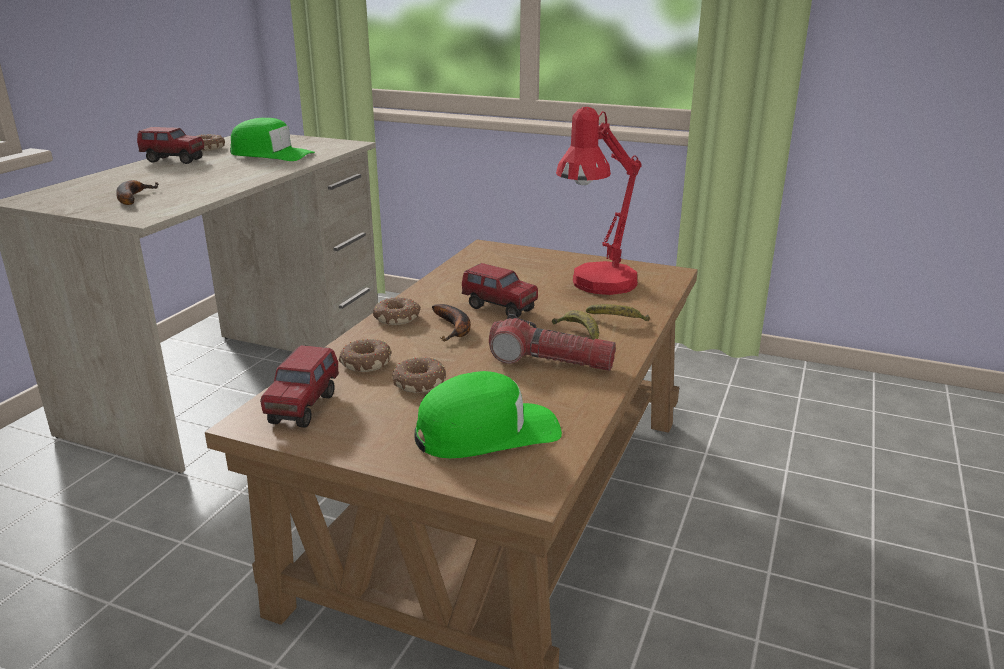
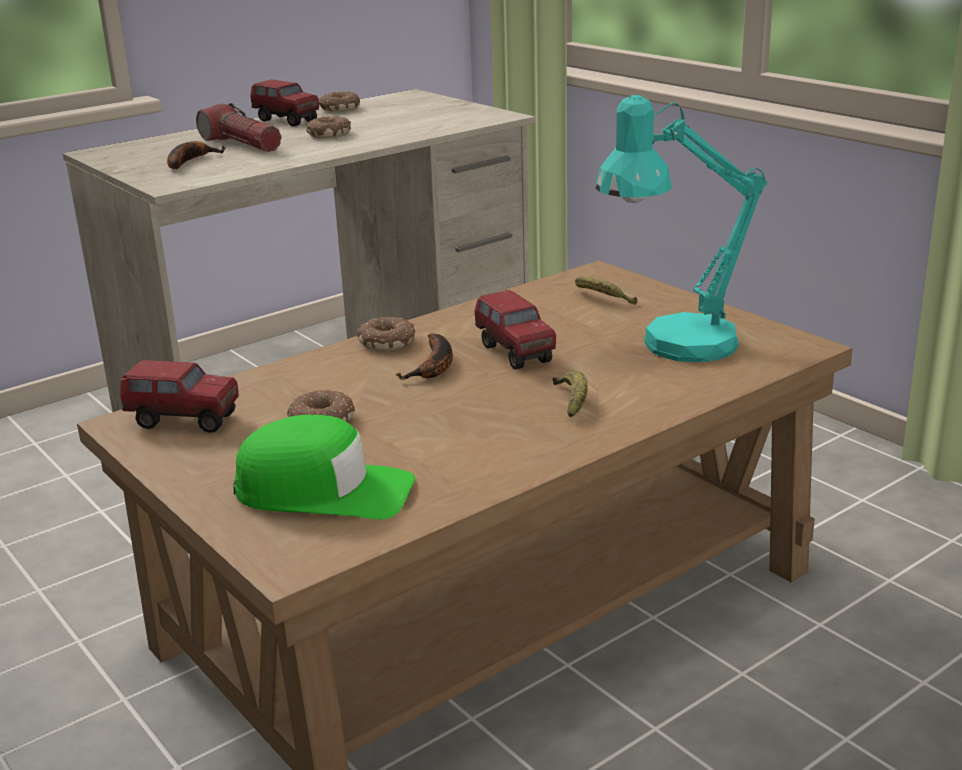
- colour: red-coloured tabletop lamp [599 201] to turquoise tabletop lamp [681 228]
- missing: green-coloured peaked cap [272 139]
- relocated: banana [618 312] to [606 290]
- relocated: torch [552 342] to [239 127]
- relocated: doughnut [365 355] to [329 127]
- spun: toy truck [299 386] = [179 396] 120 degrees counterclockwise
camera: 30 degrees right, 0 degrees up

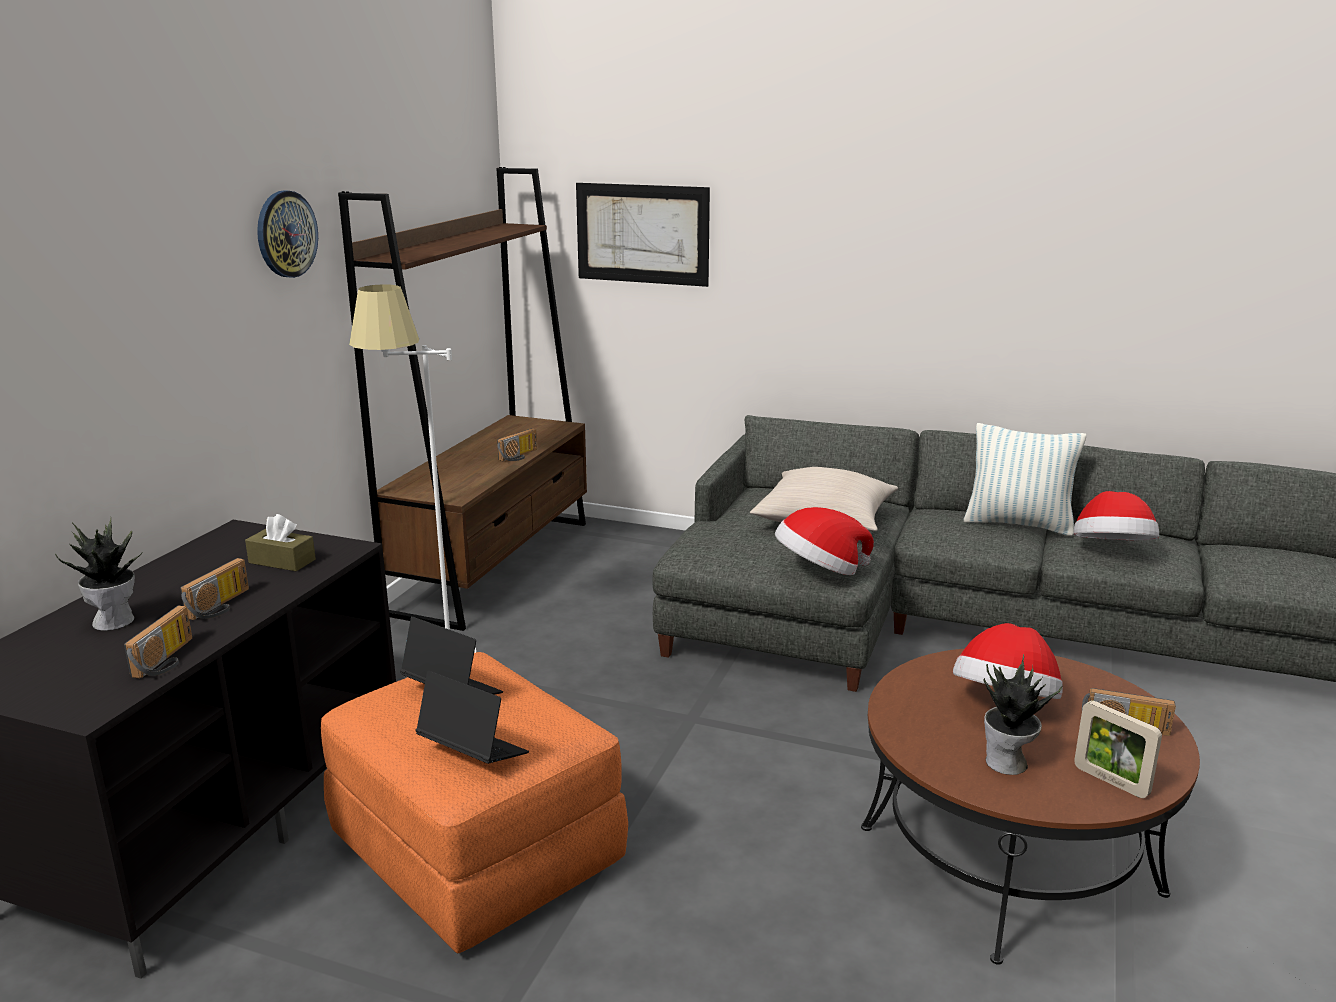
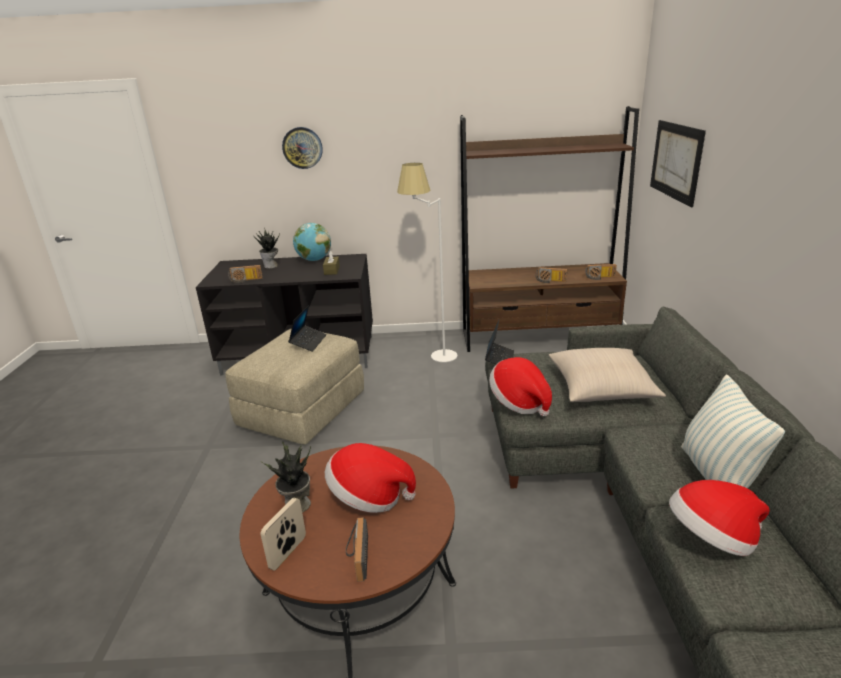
- relocated: clock on the wall [287 234] to [302 148]
- relocated: radio set [214 589] to [601 272]
- colour: orangey ottoman [474 803] to beige ottoman [294 386]
- relocated: laptop [472 717] to [499 342]
- appeared: globe [312 242]
camera: 70 degrees right, 5 degrees up

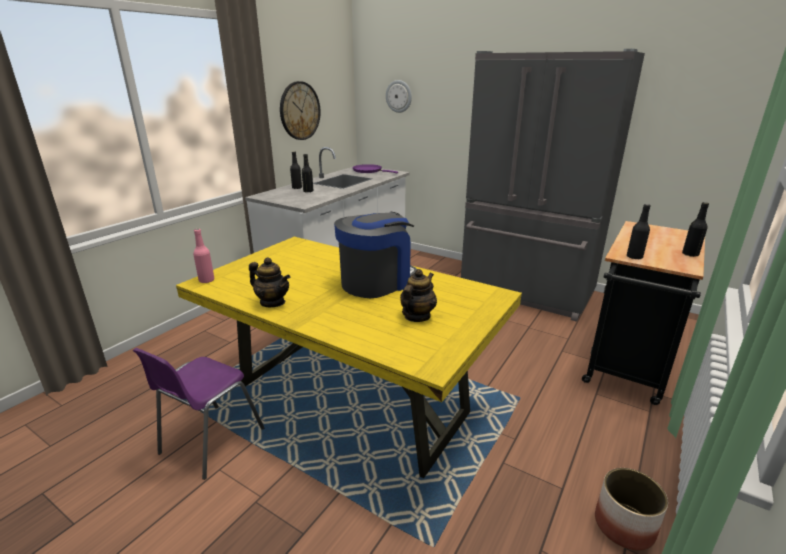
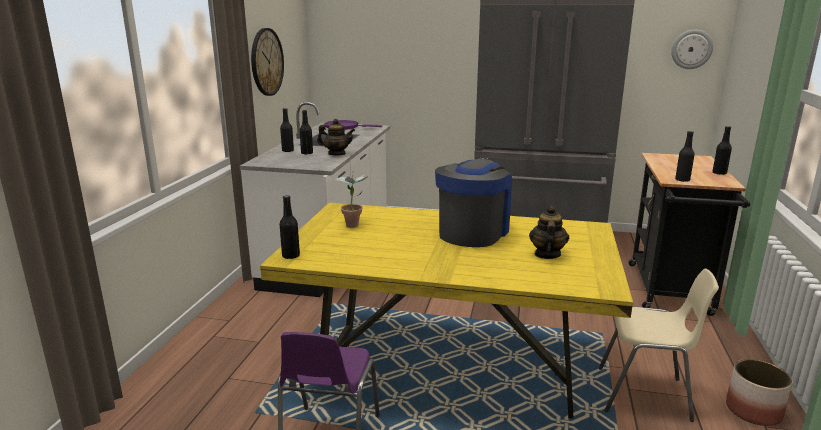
- relocated: clock on the wall [399 96] to [692 49]
- colour: pink-coloured bottle [203 256] to blackish bottle [290 227]
- relocated: tea pot [269 282] to [336 137]
- appeared: potted plant [351 200]
- appeared: beige plain chair [659 345]
camera: 20 degrees left, 5 degrees down

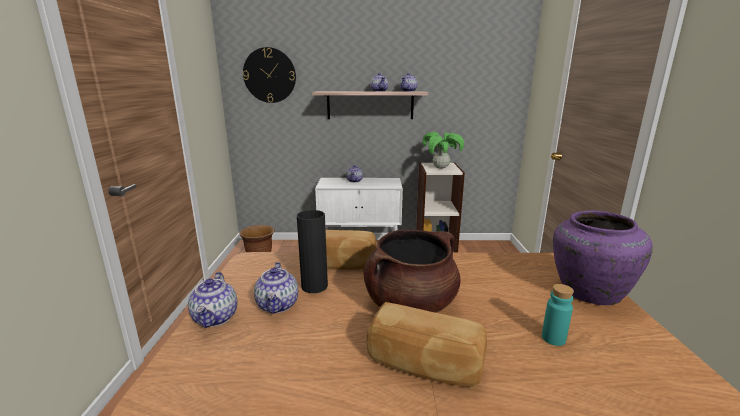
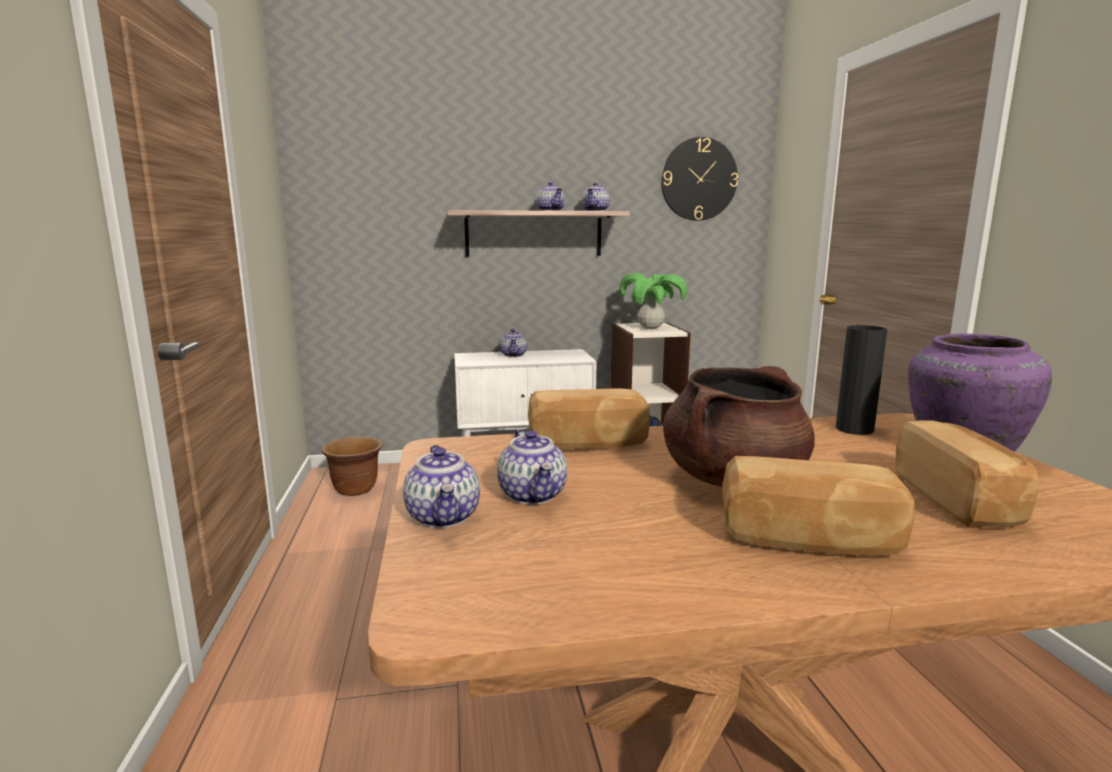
- relocated: clock on the wall [269 75] to [699 179]
- relocated: blackish decorative vase [312 251] to [861 380]
- exchanged: turquoise bottle [558 315] to bakery bread [966 474]
camera: 10 degrees left, 5 degrees down

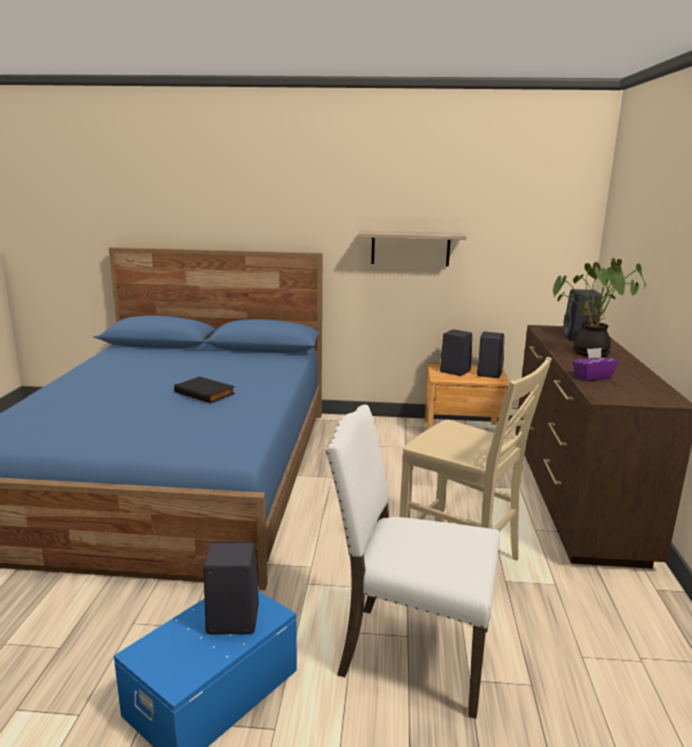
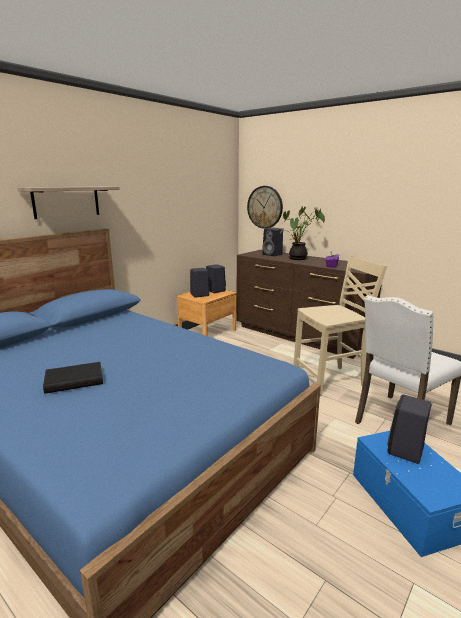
- relocated: shelf [412 248] to [69 202]
- relocated: blackish book [204 389] to [73 378]
- appeared: clock on the wall [265 207]
camera: 55 degrees left, 0 degrees up

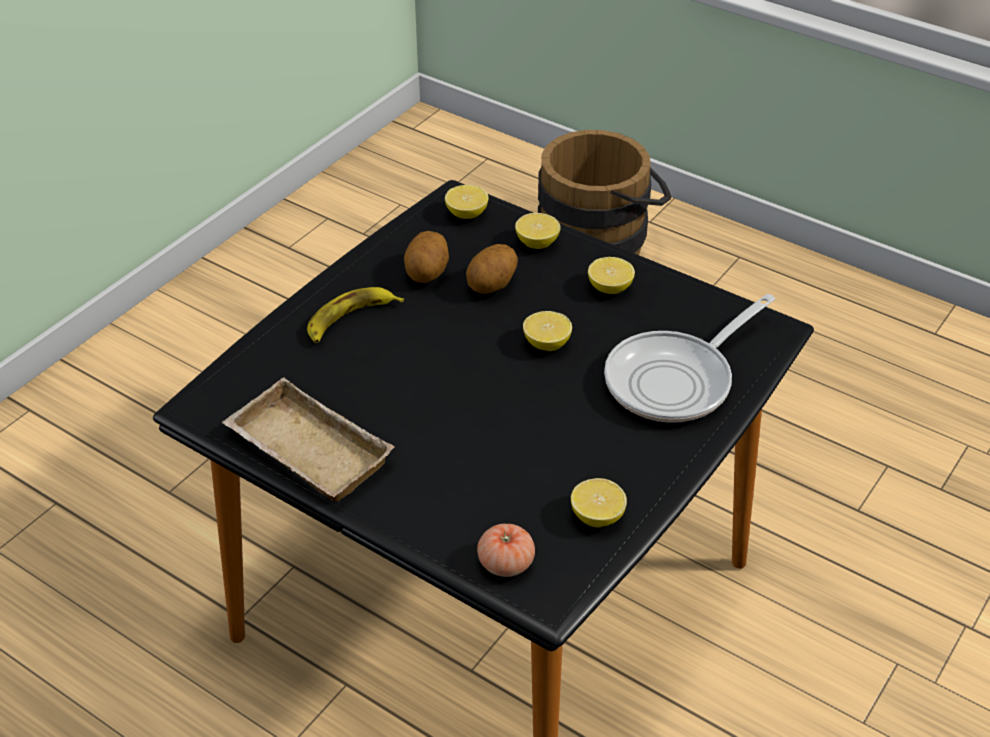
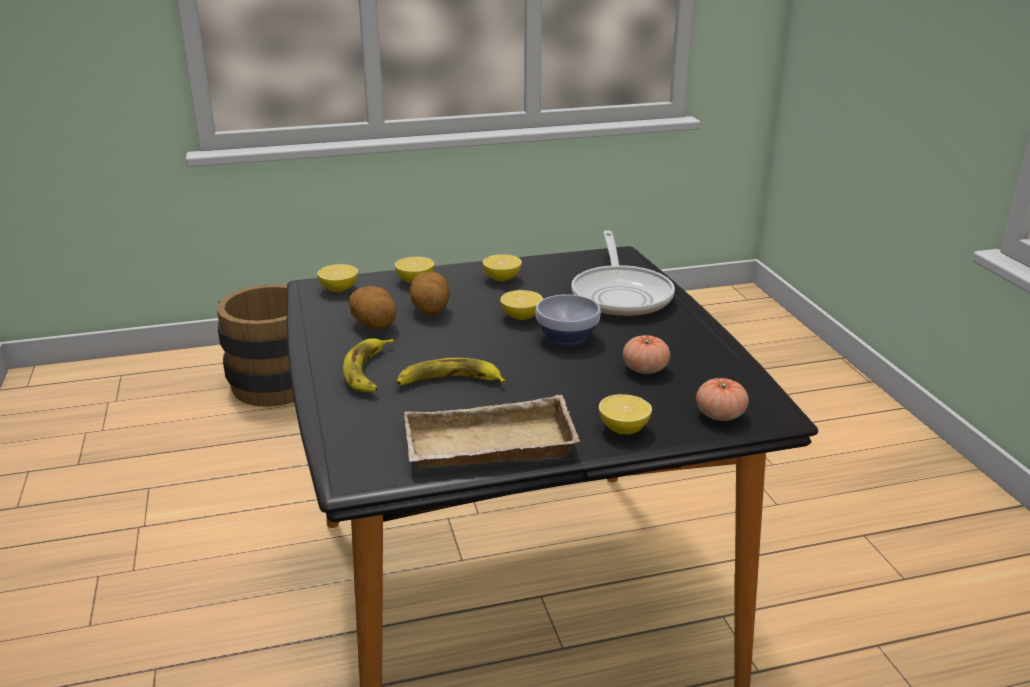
- relocated: lemon [599 503] to [625 414]
- appeared: deep dish [568 320]
- appeared: tomato [646 354]
- appeared: banana [451 371]
camera: 50 degrees left, 15 degrees down

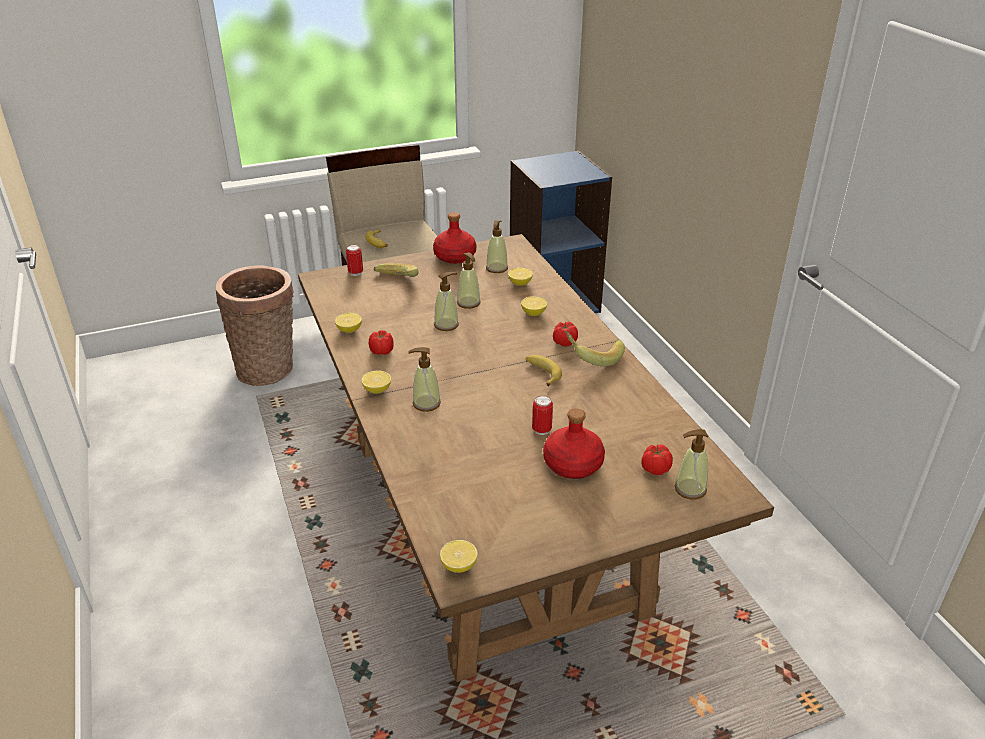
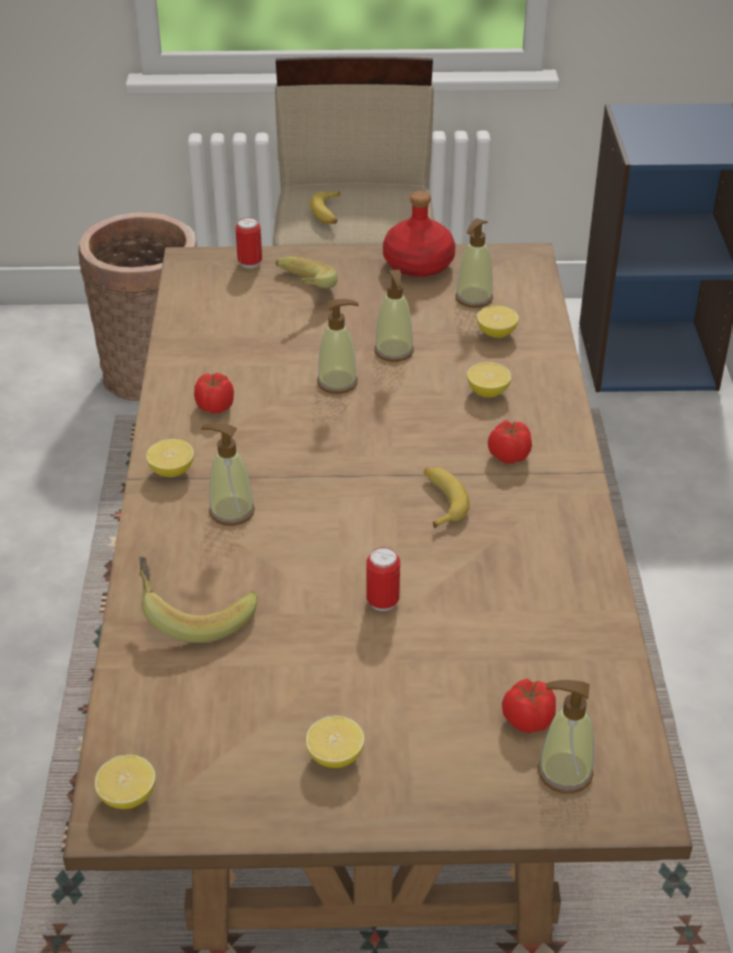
- relocated: lemon [348 323] to [335 742]
- relocated: banana [594 348] to [198 600]
- missing: red-coloured bottle [574 443]
camera: 20 degrees right, 5 degrees up

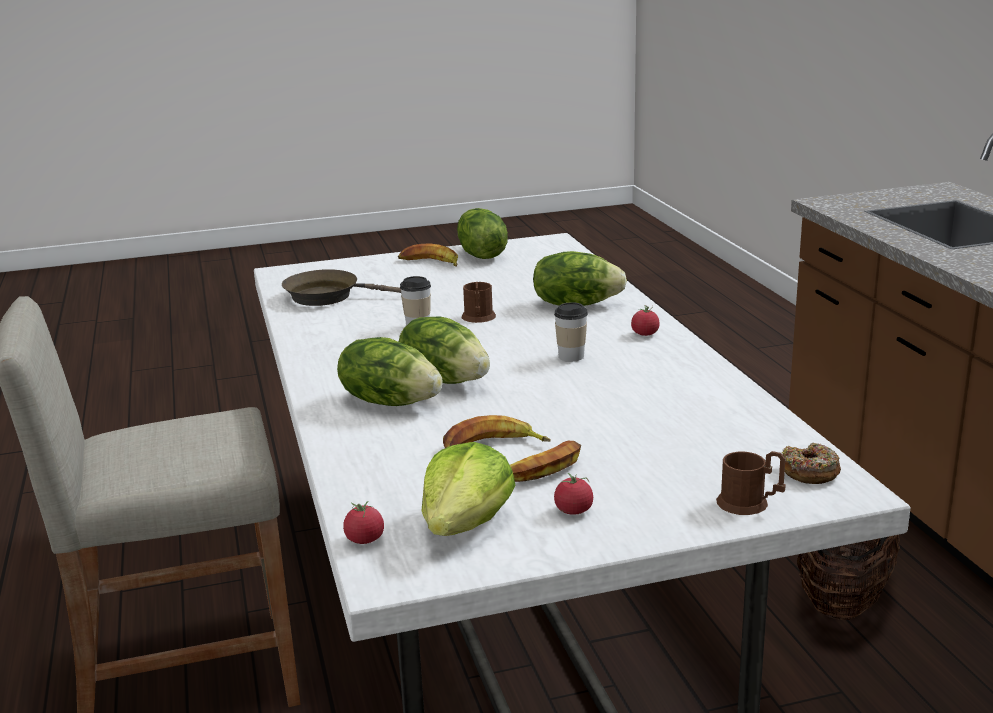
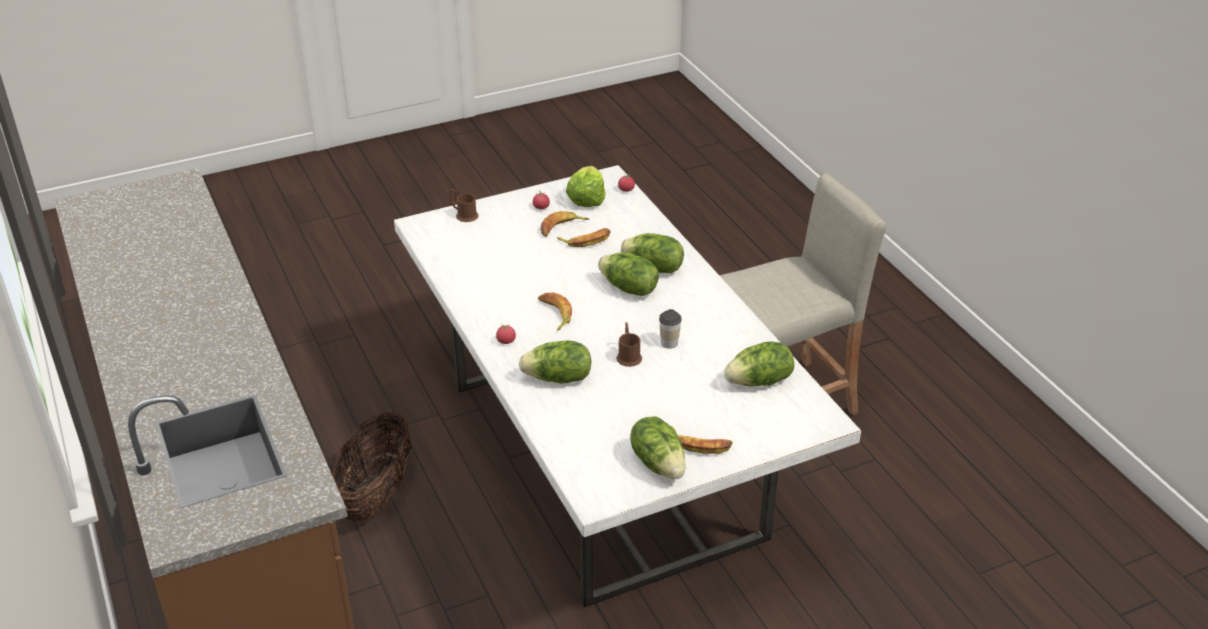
- exchanged: brown frying pan [341 287] to lettuce head [759 364]
- exchanged: cup [571 332] to banana [555 311]
- missing: doughnut [811 463]
camera: 170 degrees right, 15 degrees up

